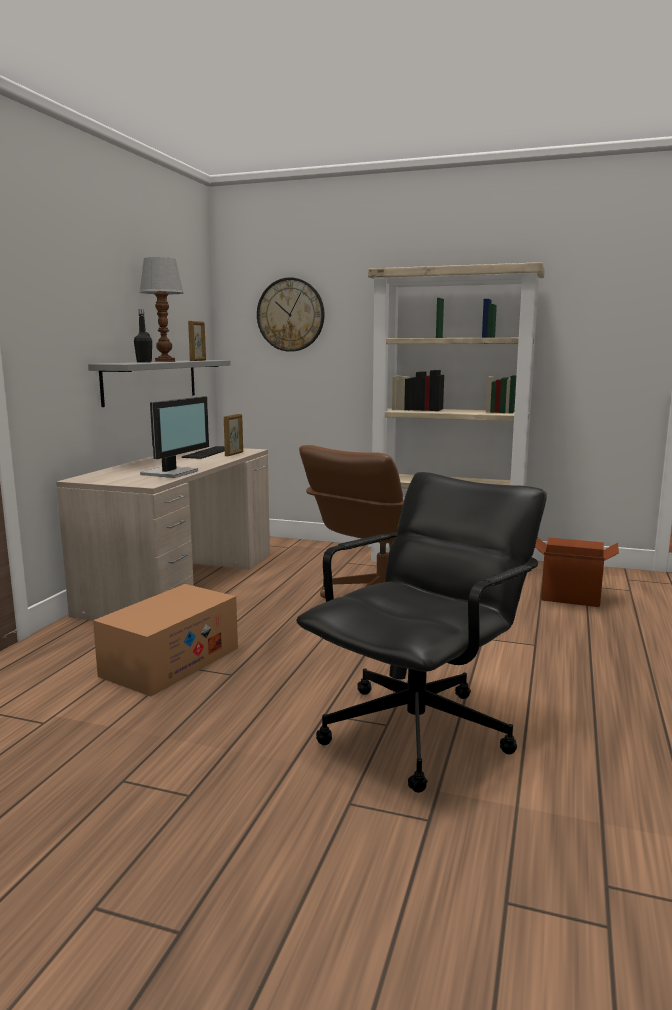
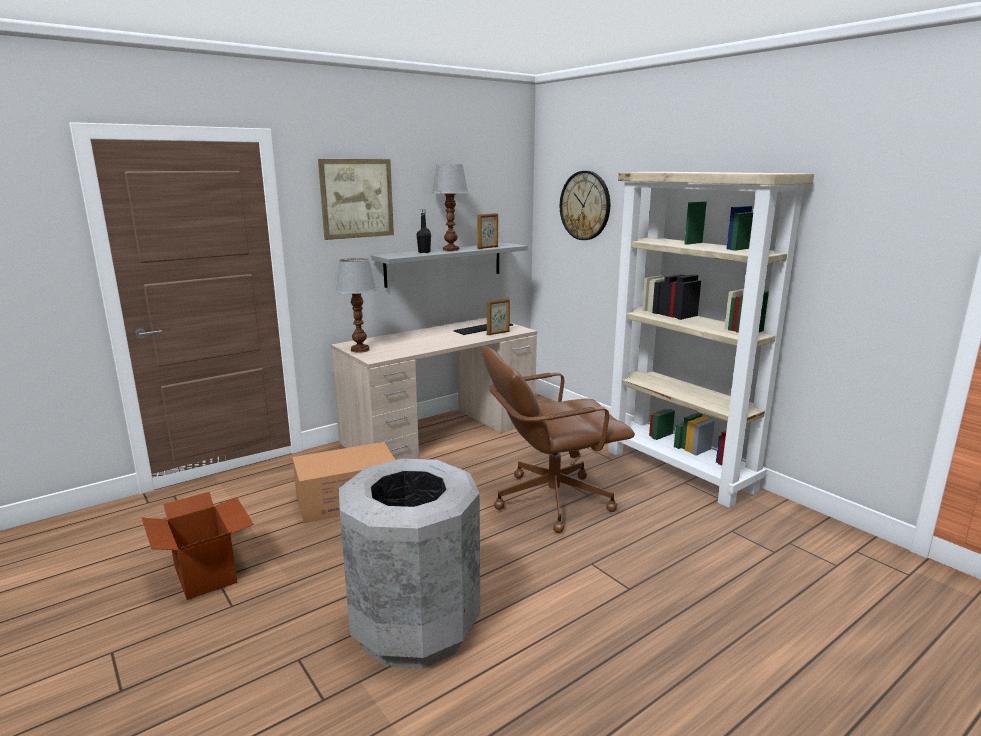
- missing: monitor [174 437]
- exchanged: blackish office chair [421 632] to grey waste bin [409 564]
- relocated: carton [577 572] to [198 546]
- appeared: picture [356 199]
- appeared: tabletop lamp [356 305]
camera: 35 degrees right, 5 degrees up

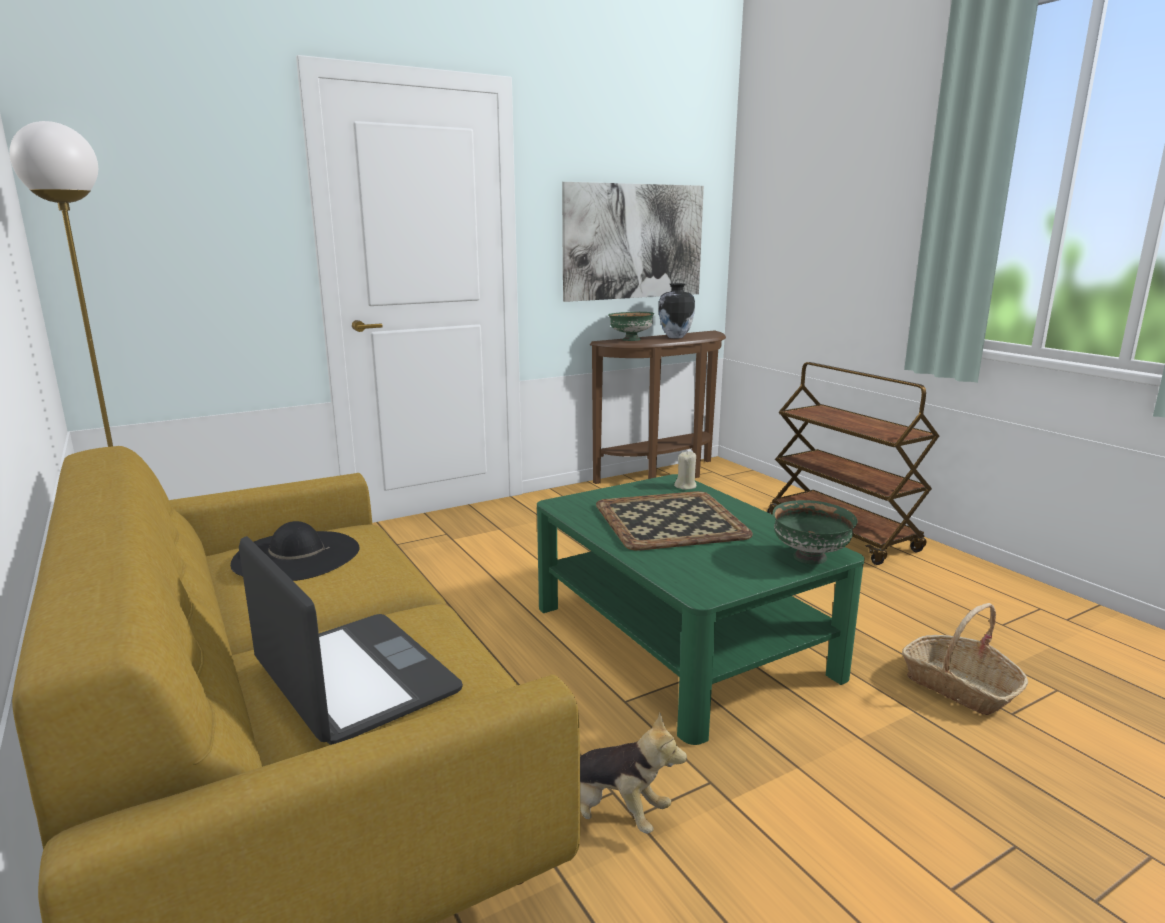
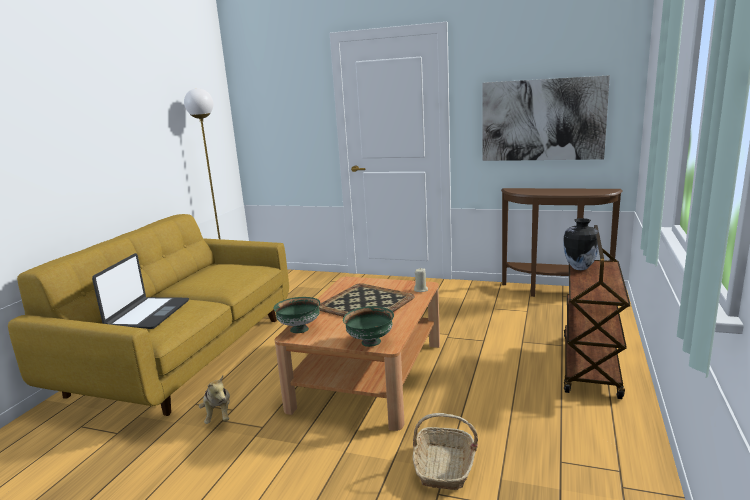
- relocated: decorative vase [677 310] to [581 244]
- relocated: green-coloured deep dish [631 326] to [297 315]
- colour: green-coloured coffee table [701 609] to brown coffee table [357 354]
- missing: blackish clothing hat [294 551]
camera: 50 degrees right, 0 degrees up

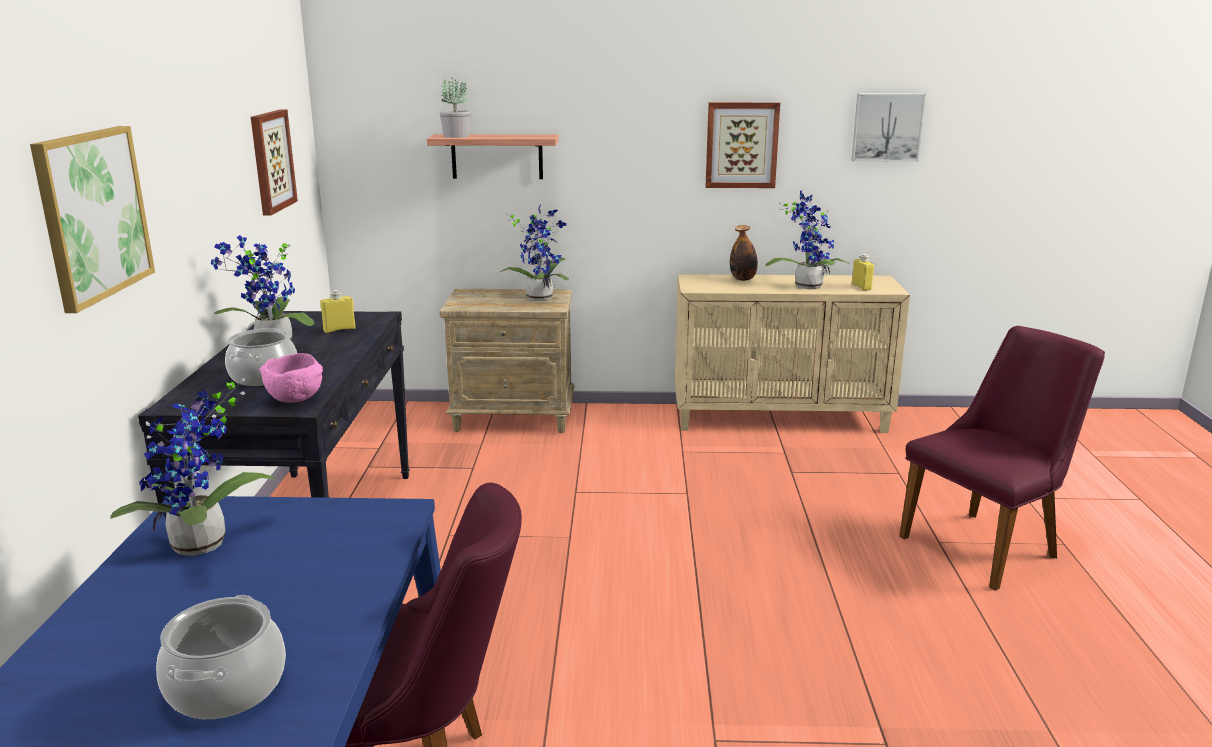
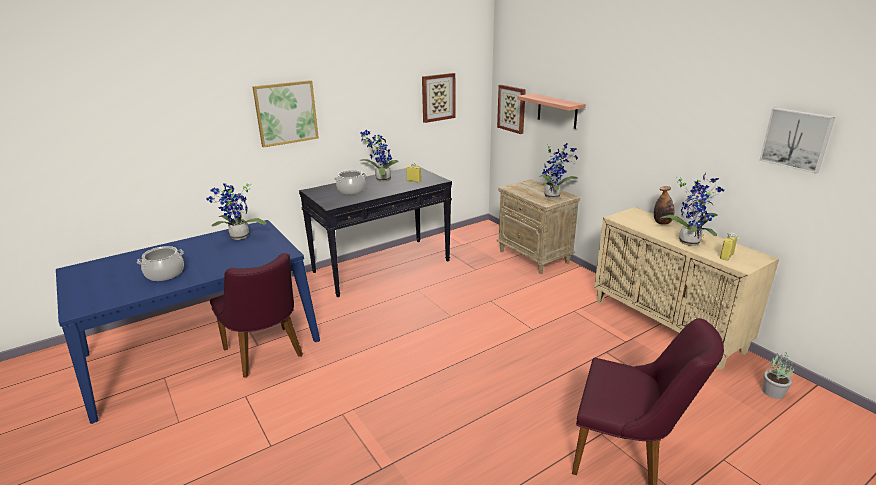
- relocated: potted plant [455 107] to [778 375]
- relocated: picture [742 145] to [511 109]
- missing: pink-coloured deep dish [291 378]
camera: 55 degrees right, 5 degrees up

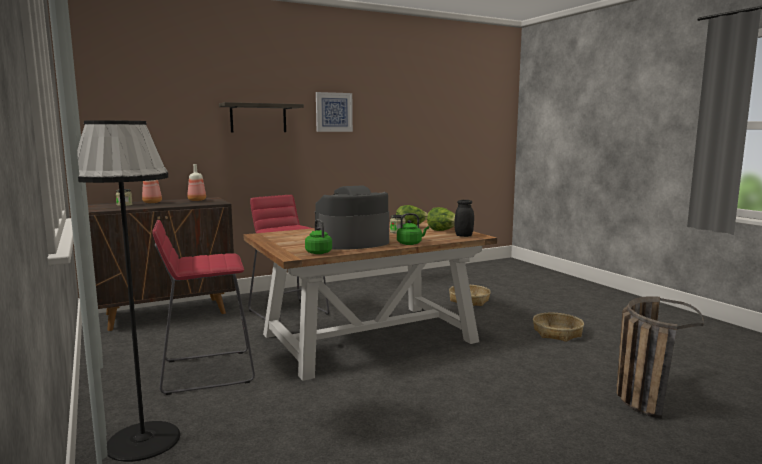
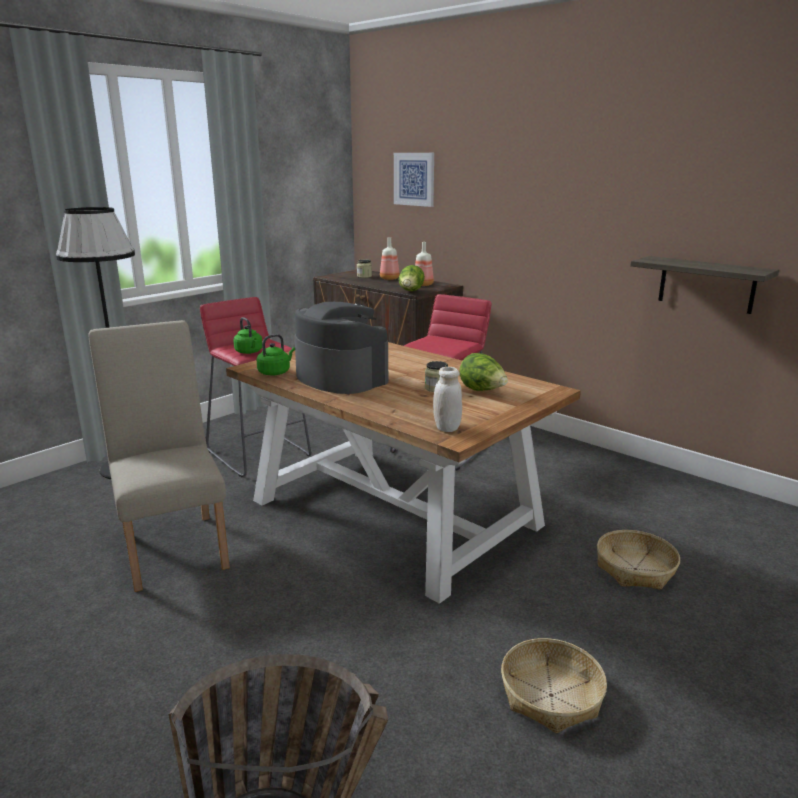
- relocated: picture [334 112] to [414 180]
- relocated: shelf [261 117] to [704 285]
- colour: blackish storage jar [464 218] to white-coloured storage jar [447 399]
- relocated: lettuce head [441 219] to [411 278]
- relocated: green-coloured kettle [413 229] to [247 335]
- appeared: beige plain chair [159 456]
camera: 70 degrees right, 10 degrees up

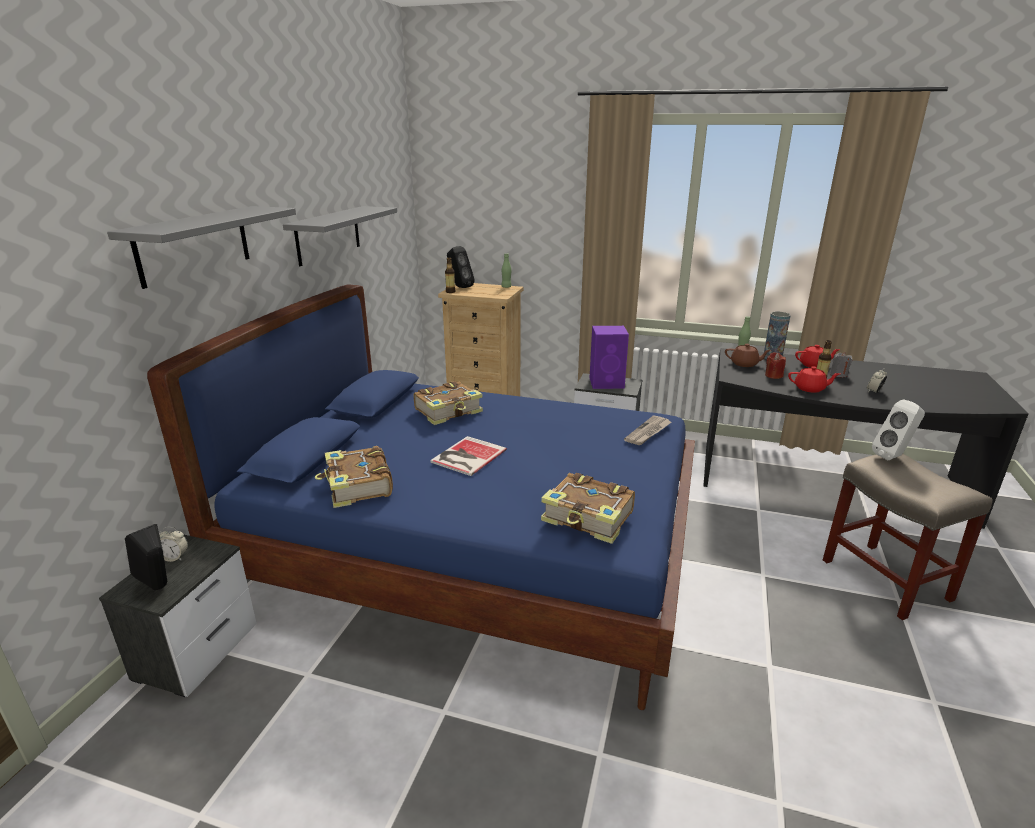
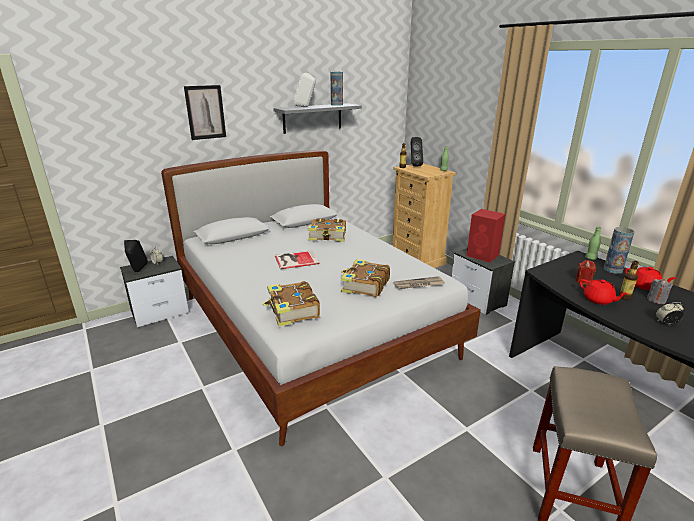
- exchanged: grey shelf [201 247] to picture [205 112]
- colour: bluish sleeping bed [421 497] to white-coloured sleeping bed [321 298]
- colour: purplish speaker [609 357] to red-coloured speaker [486 235]
- missing: brown tea pot [748 355]
- relocated: white-coloured speaker [898 429] to [305 90]
- relocated: book [354 477] to [365 278]
- appeared: decorative vase [336 89]
camera: 40 degrees right, 0 degrees up

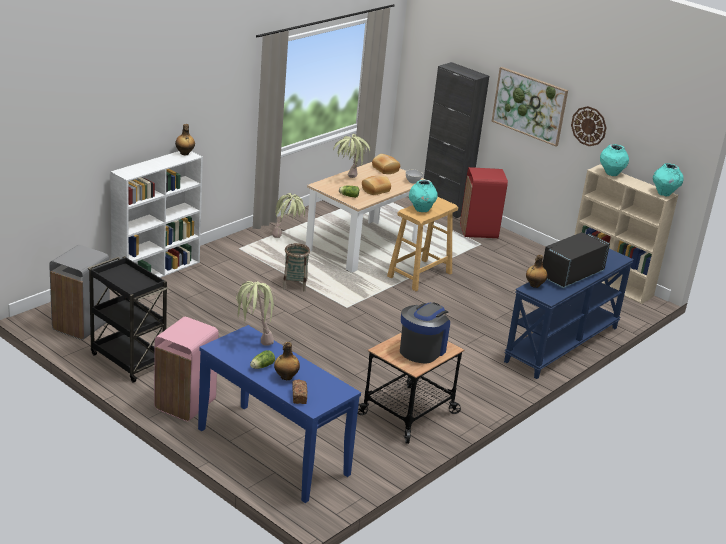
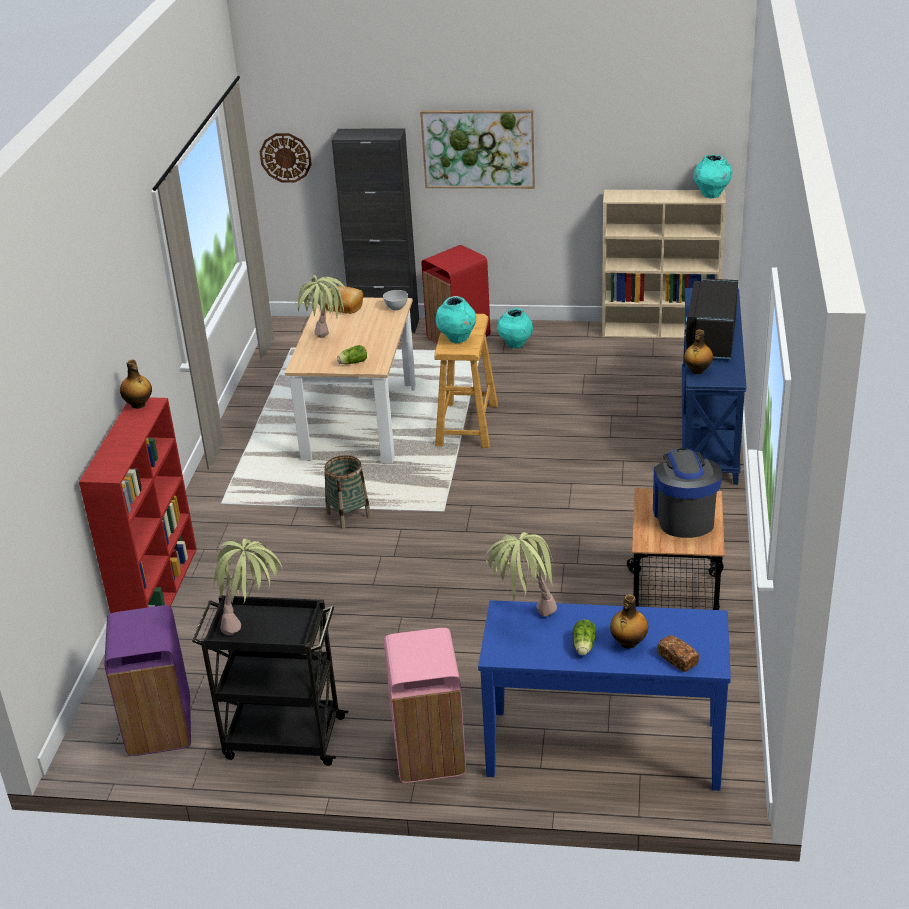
- relocated: clock on the wall [589 126] to [286 158]
- relocated: turquoise decorative vase [614 160] to [515 328]
- colour: white-coloured bookcase [156 214] to red-coloured bookcase [138 505]
- missing: bakery bread [376 185]
- relocated: potted plant [288 215] to [247 587]
- colour: grey waste bin [79 292] to purplish waste bin [147 680]
camera: 30 degrees left, 5 degrees up

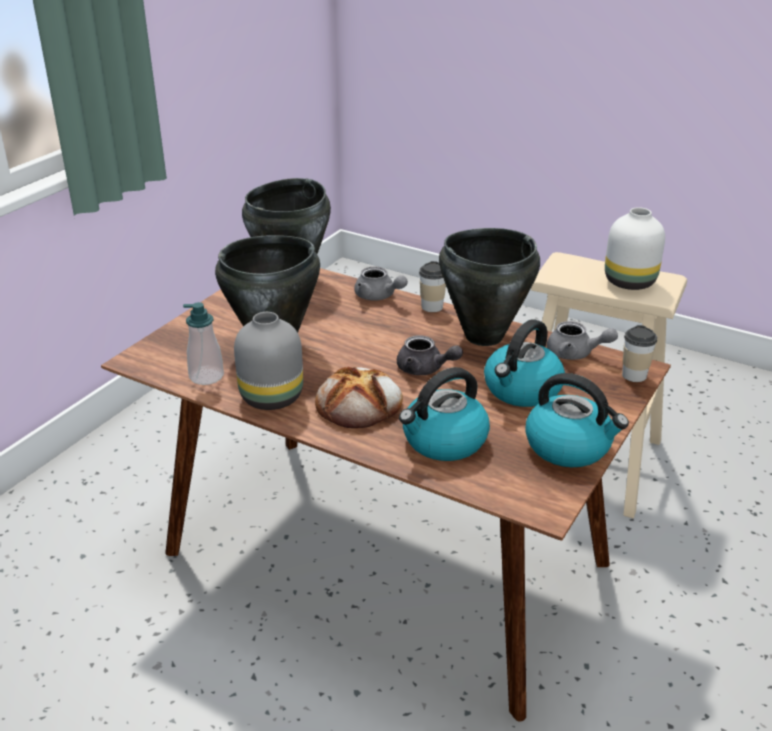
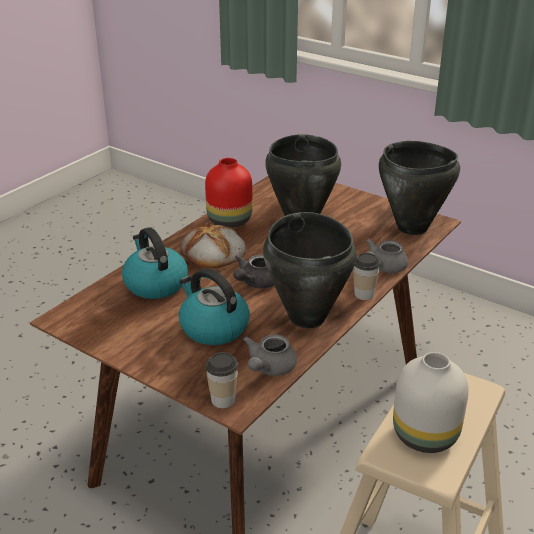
- missing: soap bottle [203 343]
- colour: grey decorative vase [268 361] to red-coloured decorative vase [229 193]
- missing: kettle [577 420]
camera: 95 degrees right, 0 degrees up

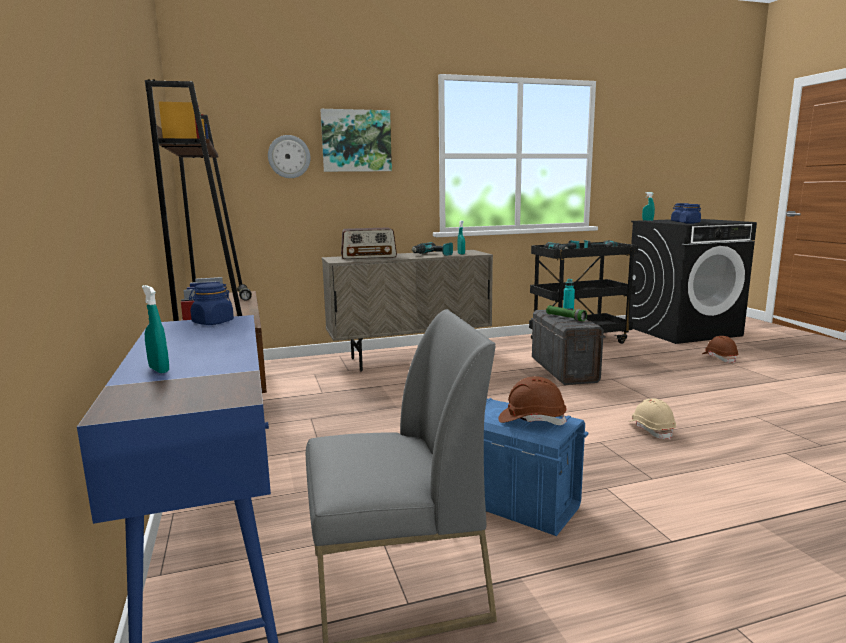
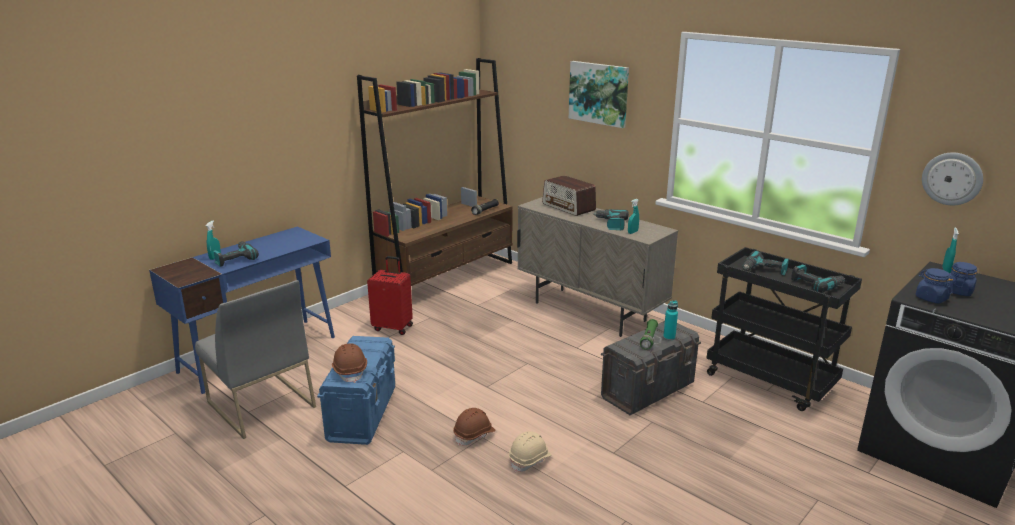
- relocated: clock on the wall [289 156] to [952 178]
- missing: bluish storage jar [211 304]
- relocated: brown hard hat [720 349] to [474 427]
- appeared: electric drill [236 254]
- appeared: red-coloured piece of luggage [390 295]
camera: 60 degrees right, 10 degrees up

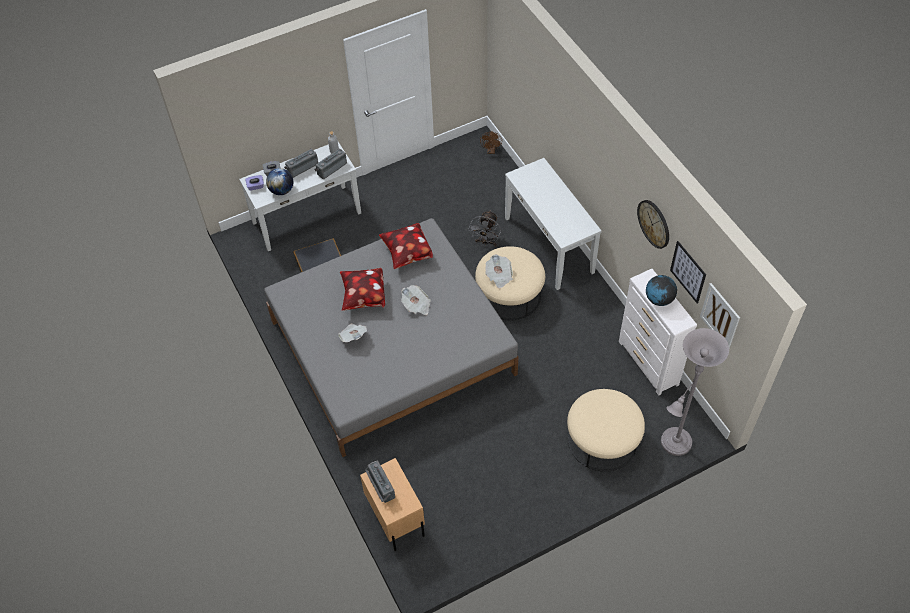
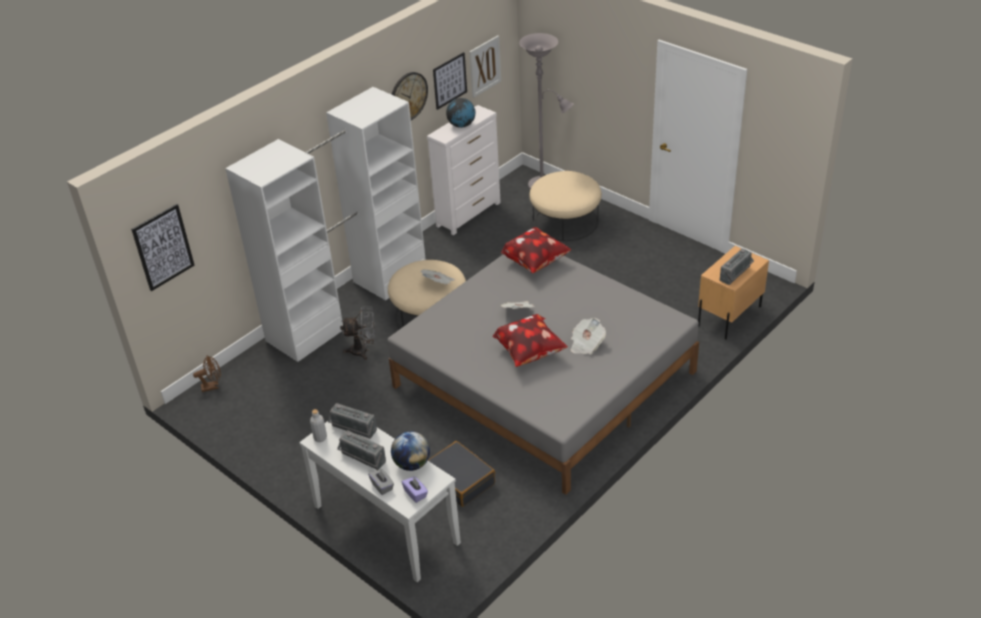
- exchanged: white-coloured hall table [553 224] to white-coloured clothes cupboard [325 224]
- relocated: throw pillow [406 246] to [536 250]
- appeared: picture [163 247]
camera: 110 degrees left, 15 degrees down

